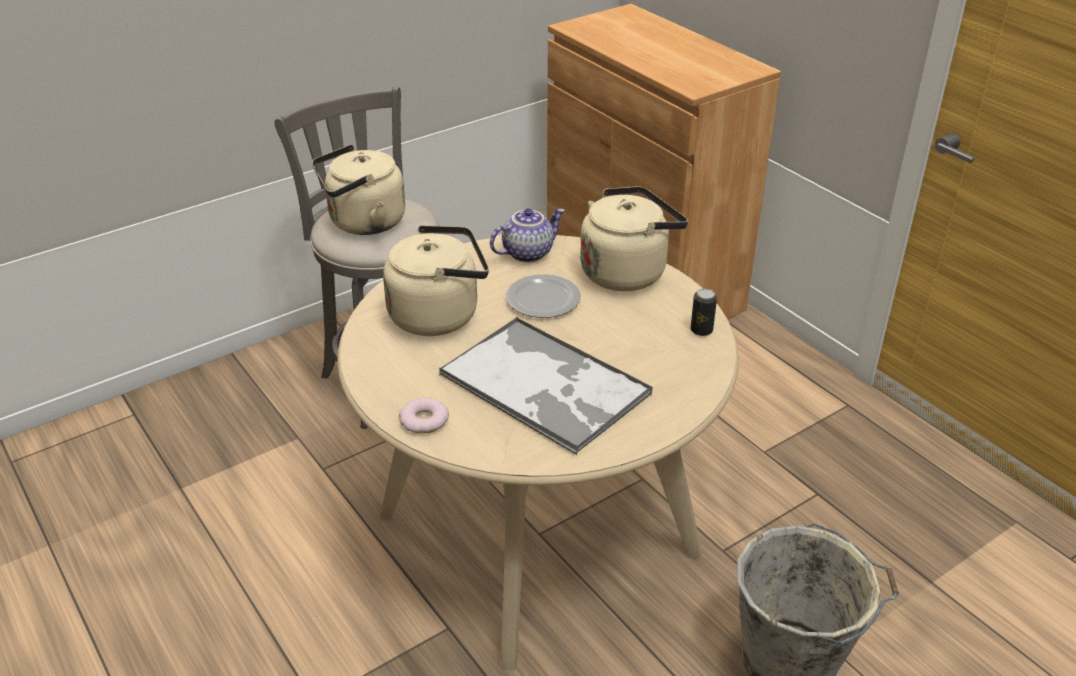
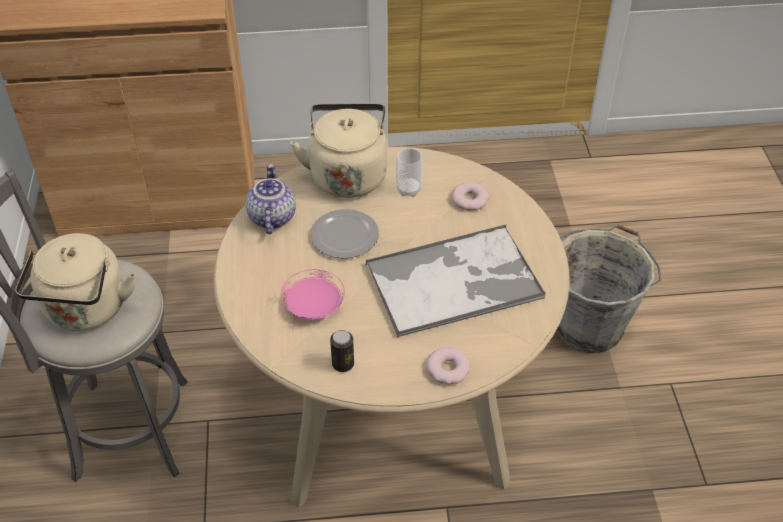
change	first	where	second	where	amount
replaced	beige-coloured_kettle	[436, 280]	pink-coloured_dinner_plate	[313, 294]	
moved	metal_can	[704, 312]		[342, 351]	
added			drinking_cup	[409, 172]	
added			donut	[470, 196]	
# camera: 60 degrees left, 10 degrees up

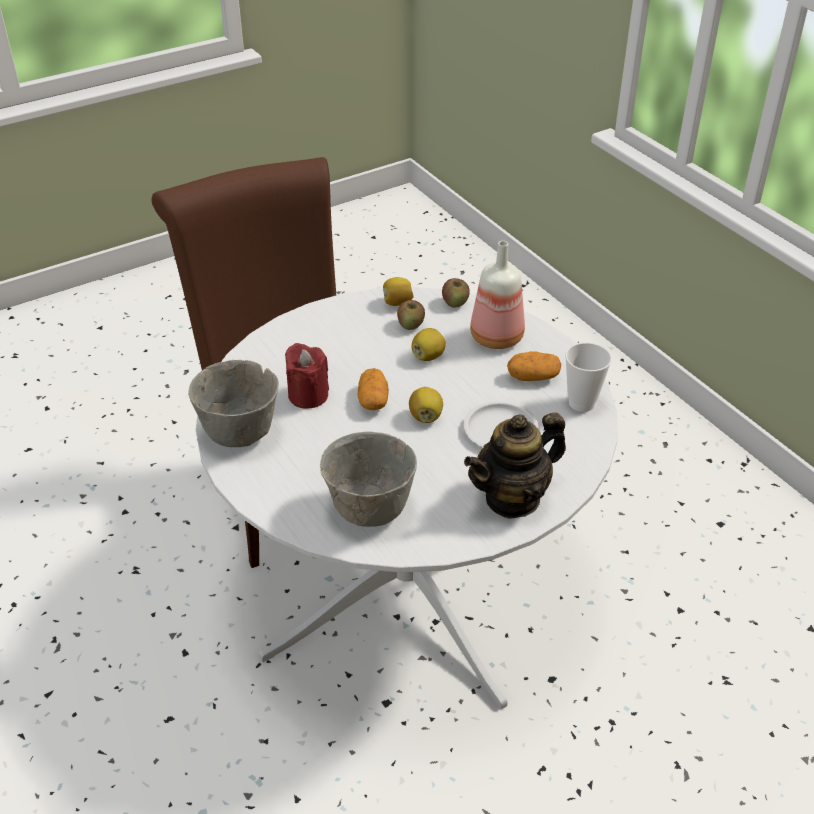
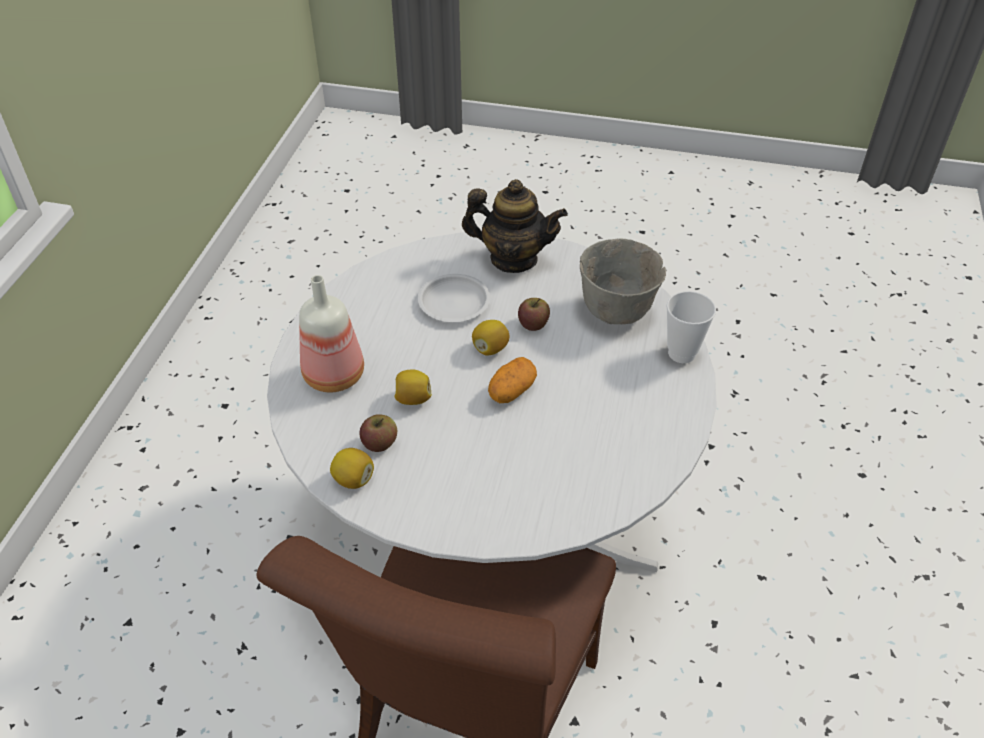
change	first	where	second	where	amount
removed	grey_serving_bowl	[233, 403]			
removed	red_wax_candle	[307, 376]			
moved	apple_fruit	[456, 293]		[534, 314]	
removed	potato	[534, 366]			
moved	drinking_cup	[588, 377]		[691, 327]	
# camera: 135 degrees left, 5 degrees up

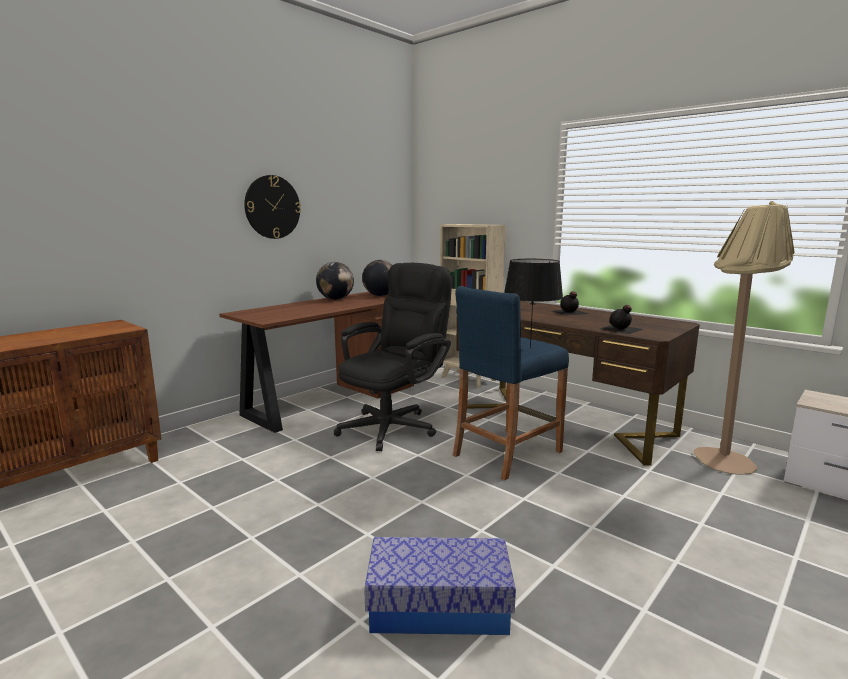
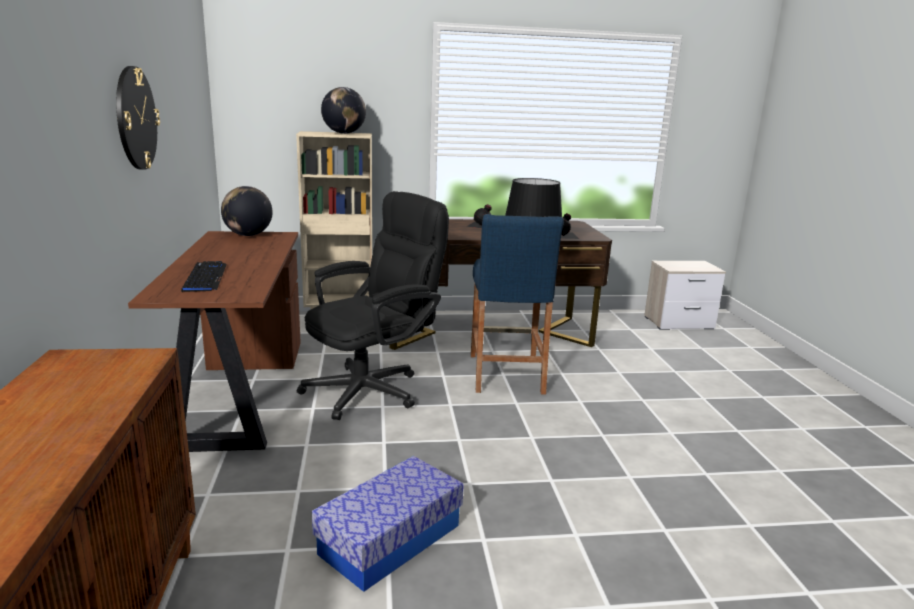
change	first	where	second	where	amount
moved	world_globe	[335, 281]		[343, 110]	
turned	black-coloured_computer_chair	[393, 357]		[373, 305]	60 degrees clockwise
moved	storage_box	[440, 586]		[388, 524]	
removed	beige-coloured_floor_lamp	[744, 338]			
added			computer_keyboard	[204, 276]	
# camera: 50 degrees left, 5 degrees up

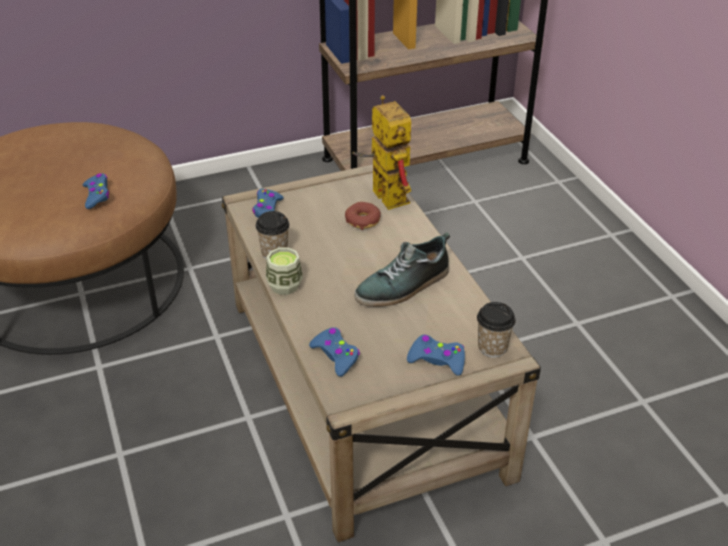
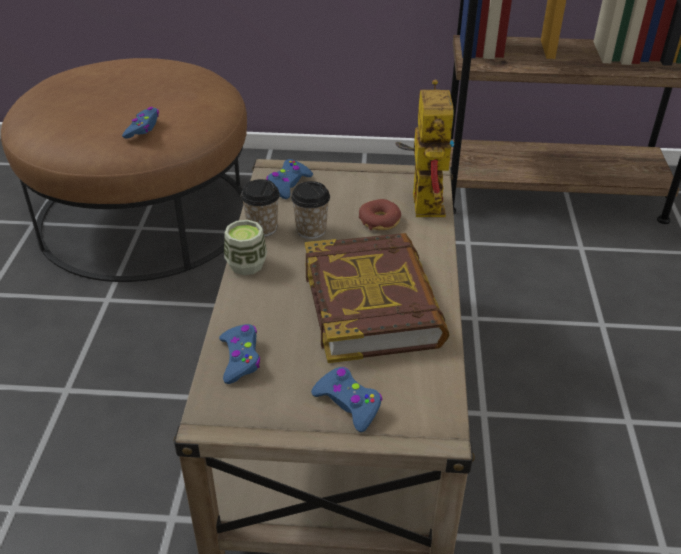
change	first	where	second	where	amount
replaced	item_of_footwear	[402, 269]	book	[377, 298]	
moved	drinking_cup	[496, 330]		[310, 210]	
# camera: 25 degrees right, 0 degrees up

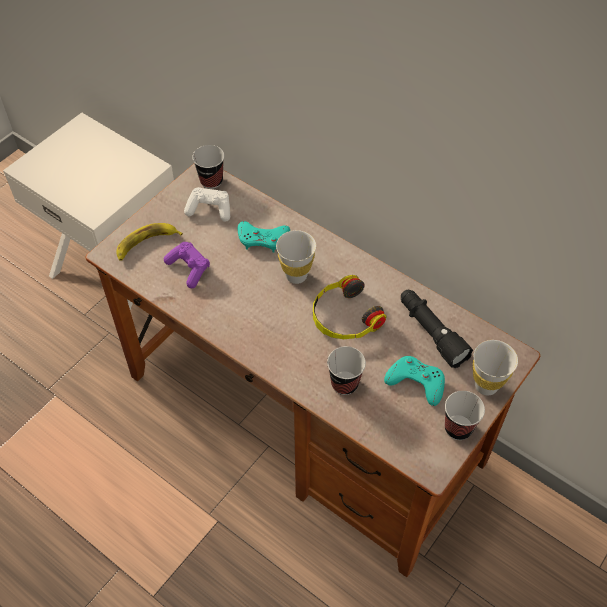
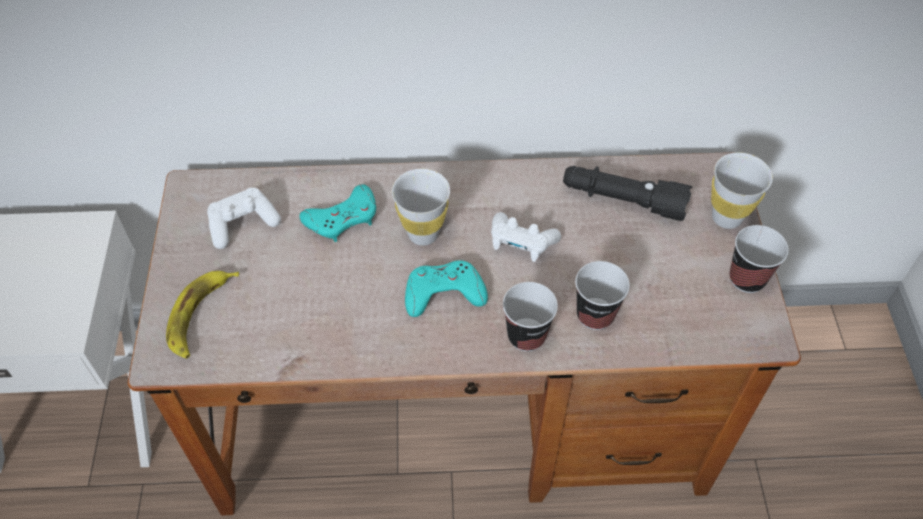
change	first	where	second	where	amount
removed	purple_joypad	[187, 265]			
moved	drinking_cup	[208, 167]		[530, 316]	
replaced	headphones	[349, 307]	white_joypad	[526, 237]	
moved	turquoise_joypad	[414, 381]		[446, 288]	
# camera: 40 degrees left, 0 degrees up

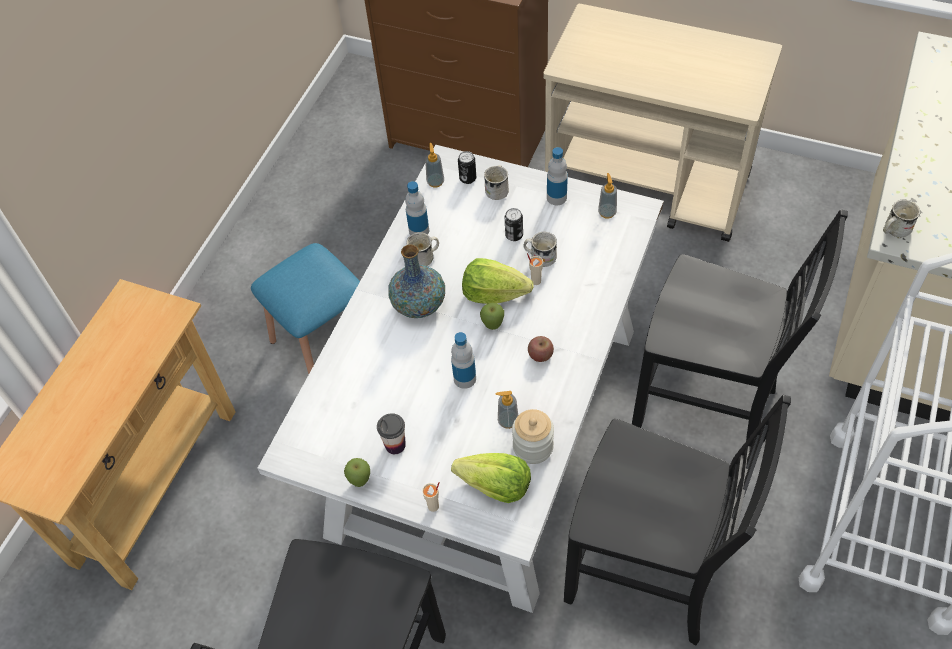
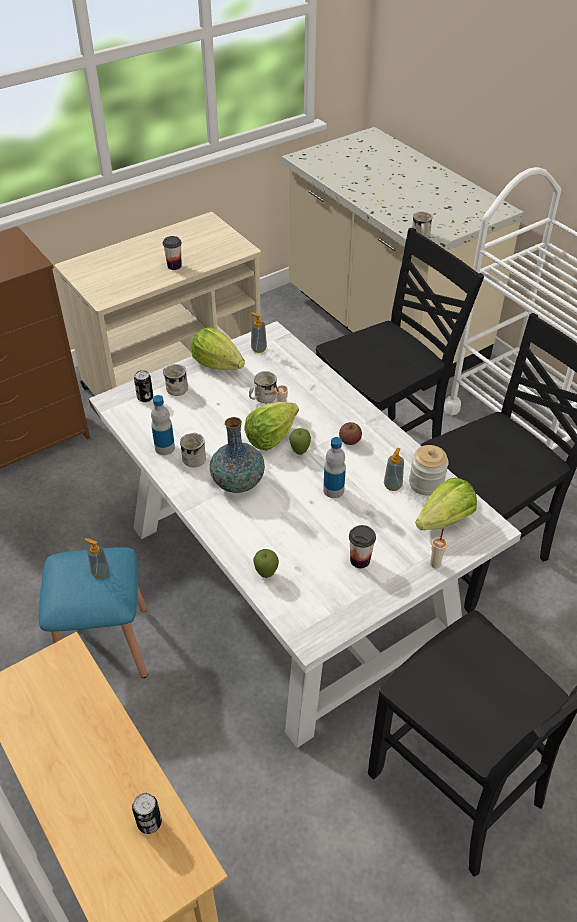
change	first	where	second	where	amount
moved	apple_fruit	[357, 472]		[266, 563]	
moved	liquid_soap_bottle	[434, 165]		[97, 558]	
moved	metal_can	[514, 224]		[147, 813]	
replaced	drink_bottle	[557, 176]	lettuce_head	[218, 348]	
added			drinking_cup	[172, 253]	
# camera: 60 degrees left, 10 degrees down

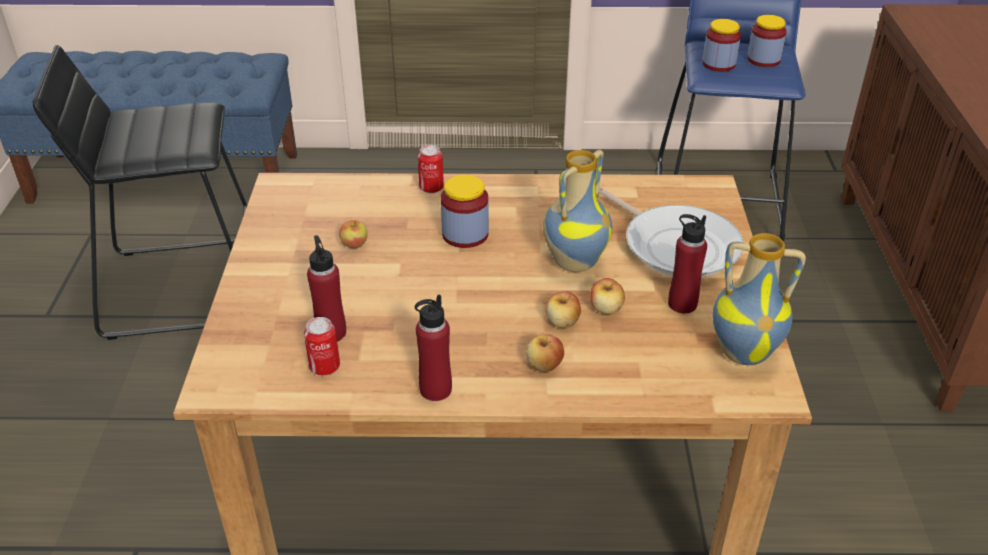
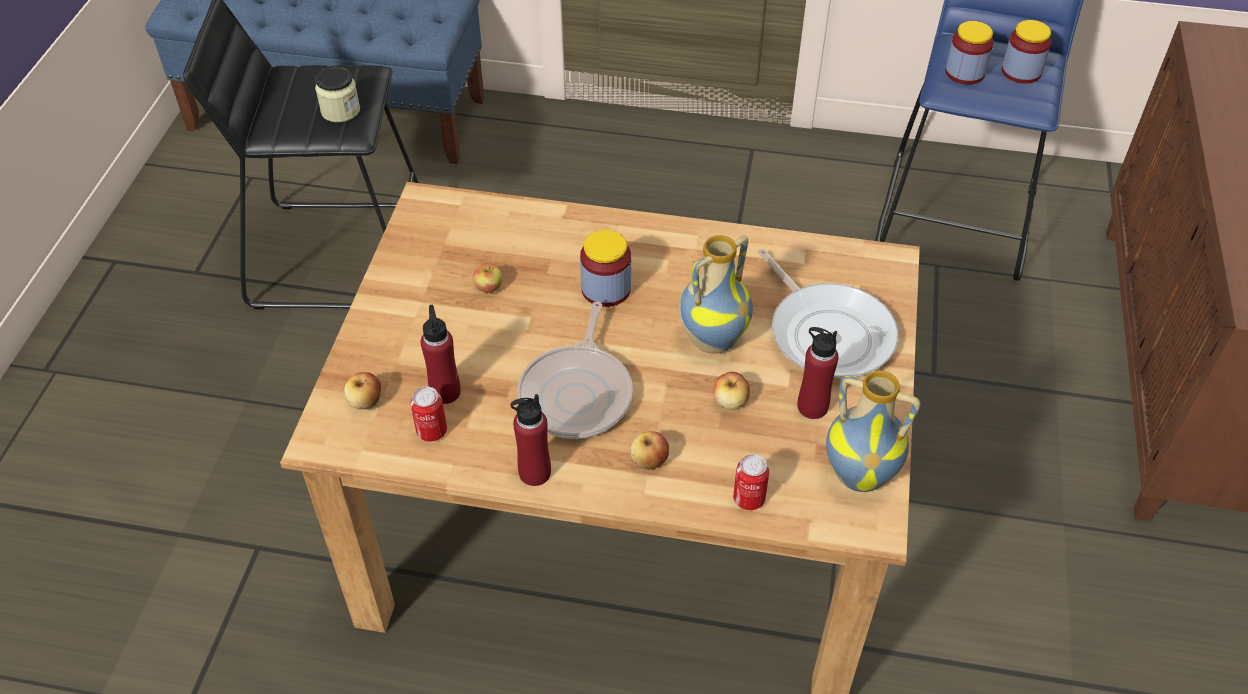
change	first	where	second	where	amount
moved	metal_can	[431, 169]		[751, 482]	
moved	apple_fruit	[563, 309]		[362, 391]	
added			jar	[337, 94]	
added			frying_pan	[575, 370]	
# camera: 10 degrees right, 10 degrees up

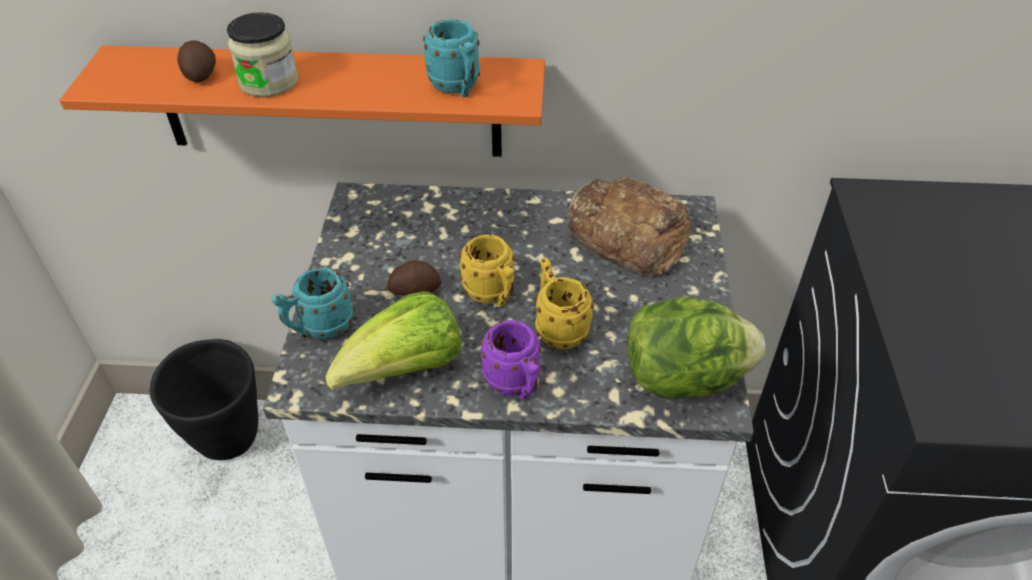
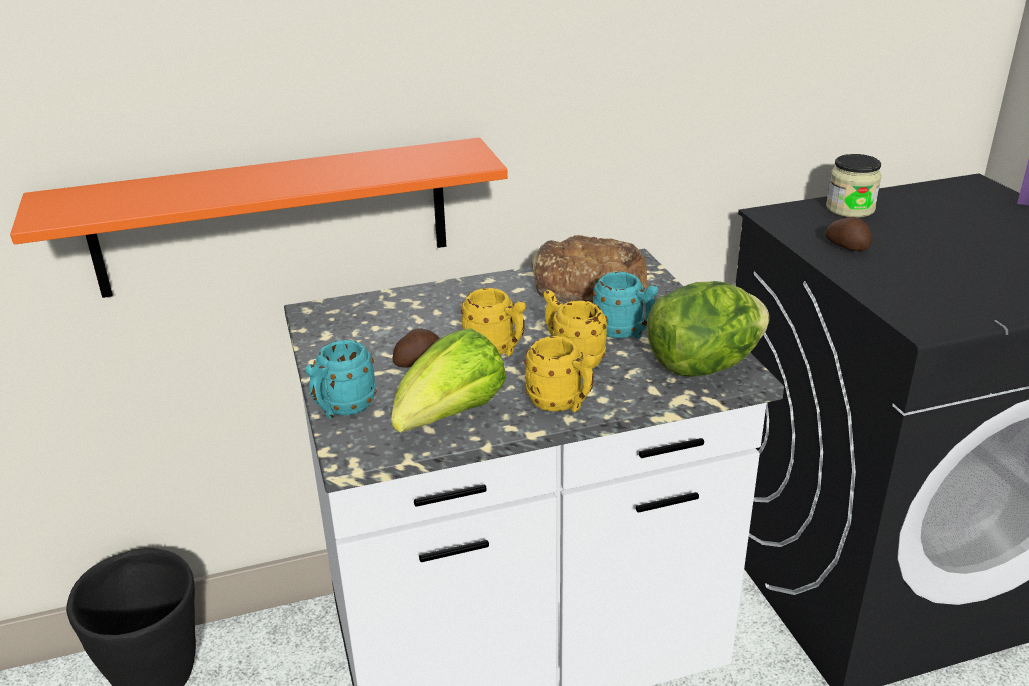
change	first	where	second	where	amount
moved	potato	[196, 61]		[848, 234]	
moved	jar	[262, 54]		[854, 186]	
moved	turquoise_tea_mug	[451, 58]		[625, 305]	
recoloured	purple_tea_mug	[510, 360]	yellow-coloured_tea_mug	[560, 374]	
# camera: 20 degrees left, 15 degrees down

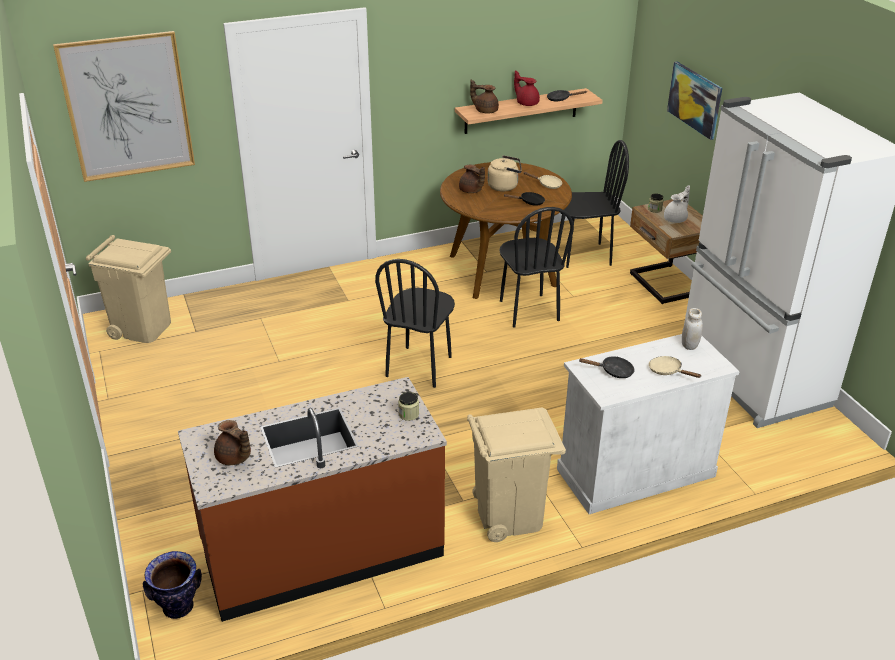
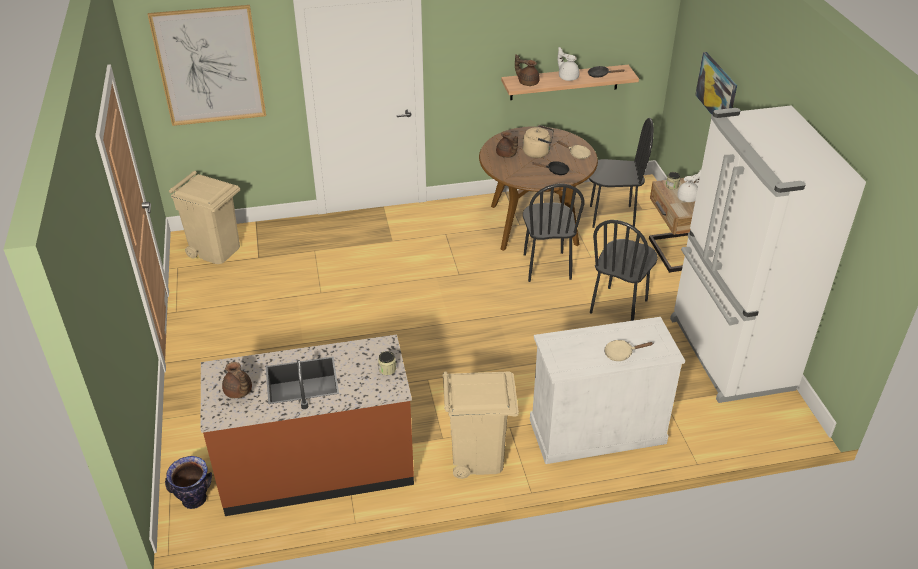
change	first	where	second	where	amount
moved	black-coloured_plain_chair	[415, 323]		[624, 270]	
recoloured	red_pot_for_tea	[527, 88]	white_pot_for_tea	[568, 64]	
removed	black-coloured_frying_pan	[606, 367]			
turned	beige-coloured_frying_pan	[675, 367]		[628, 350]	60 degrees counterclockwise
removed	white_jar	[692, 329]			
# camera: 10 degrees right, 5 degrees up

